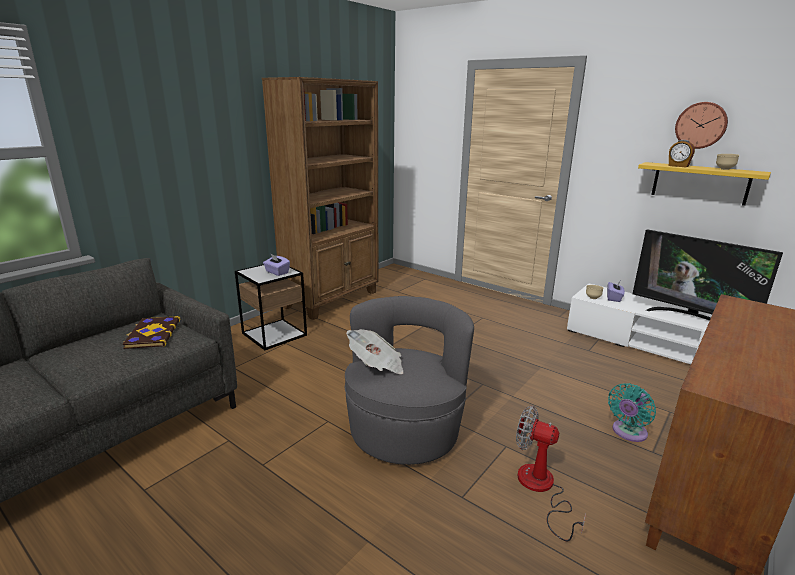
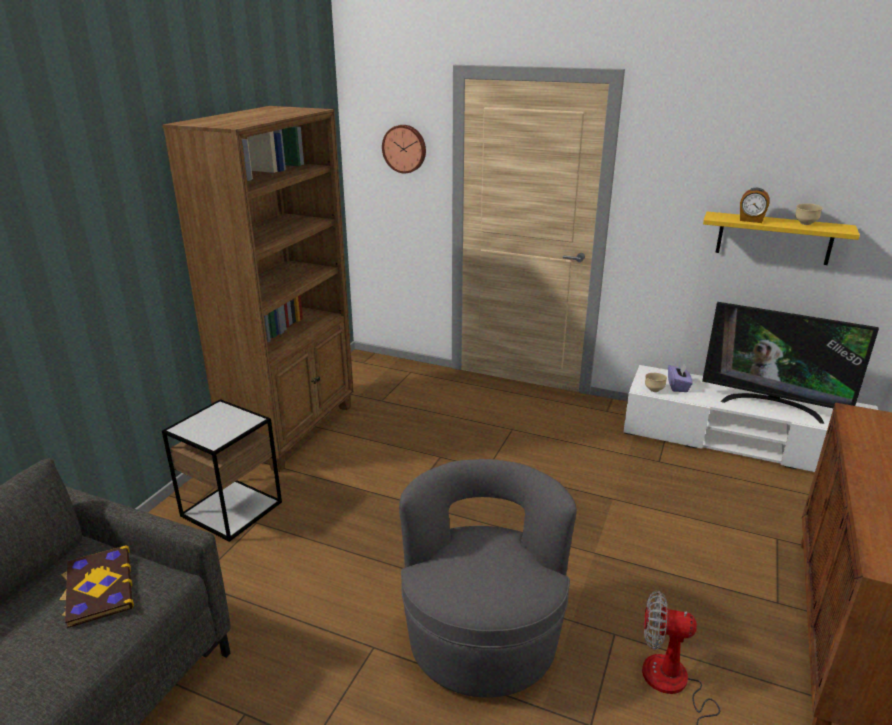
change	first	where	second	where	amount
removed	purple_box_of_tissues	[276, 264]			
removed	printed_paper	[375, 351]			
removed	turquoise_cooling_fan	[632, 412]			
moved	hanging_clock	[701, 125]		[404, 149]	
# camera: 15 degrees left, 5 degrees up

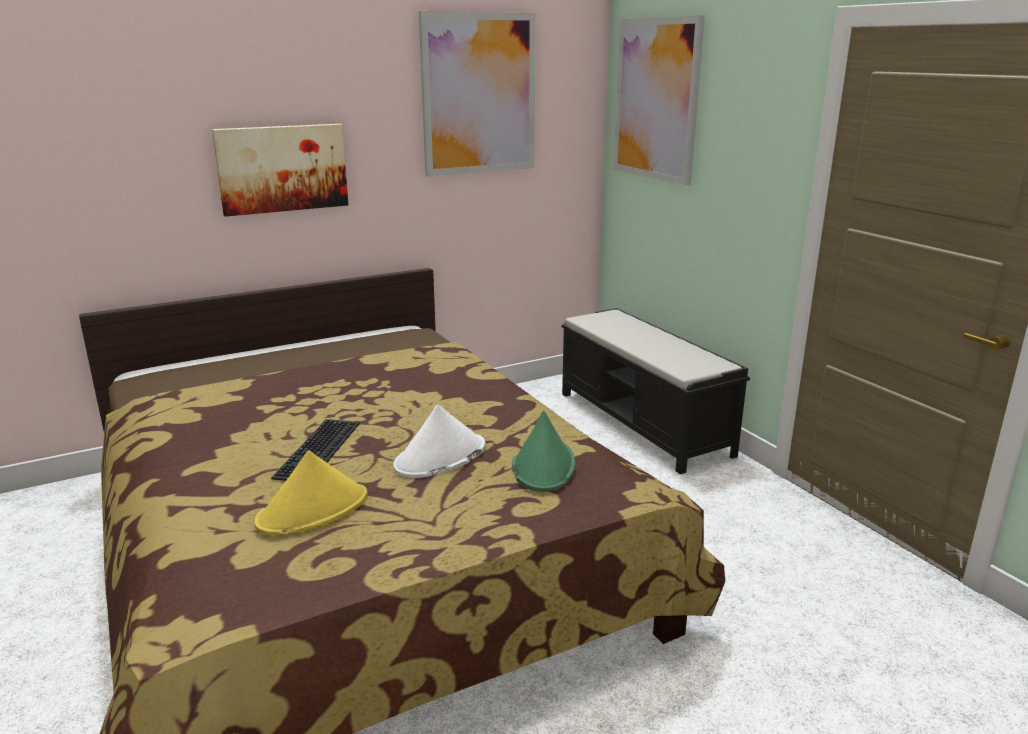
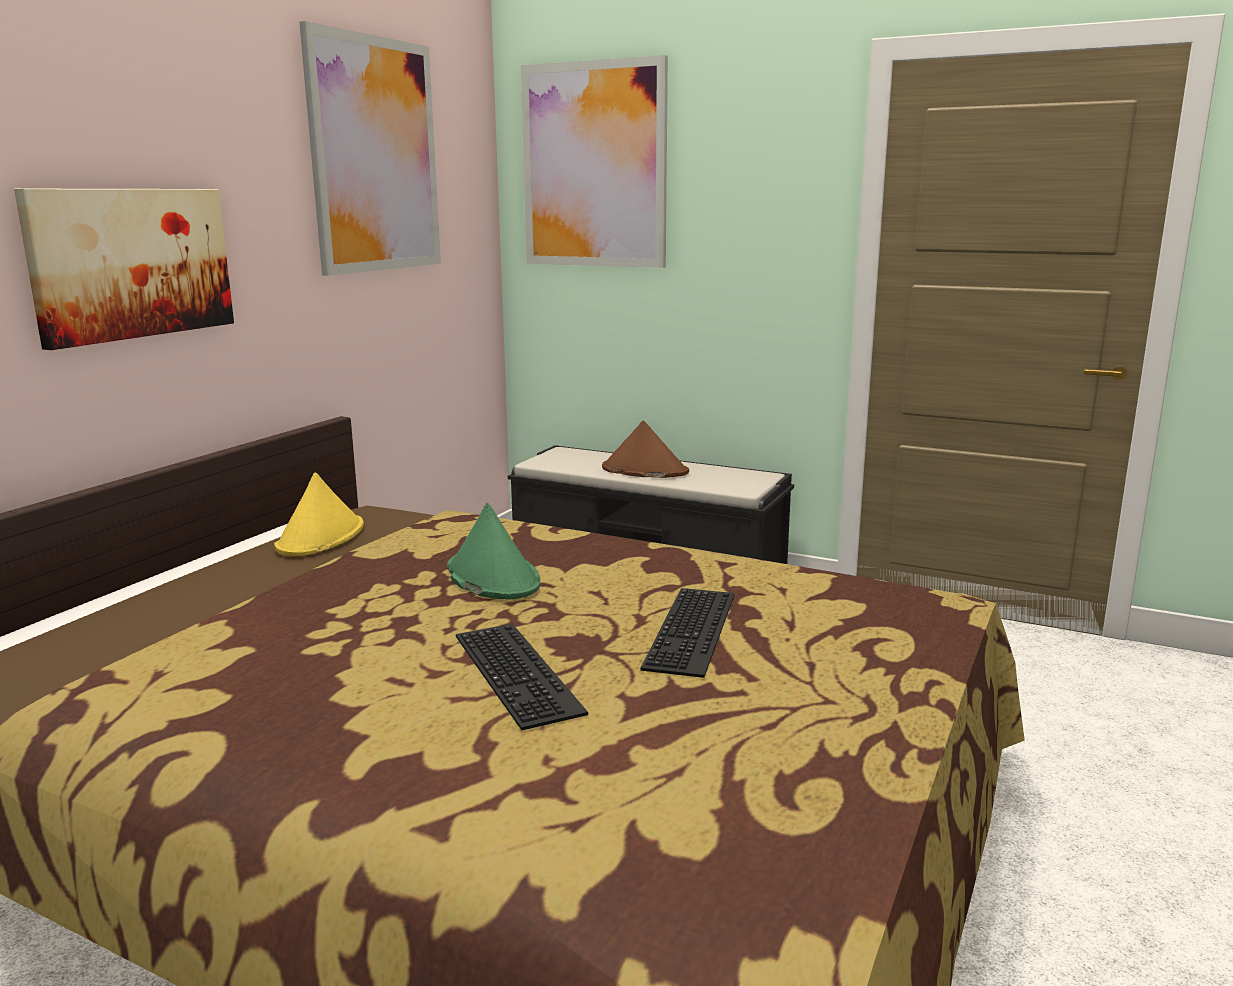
change	first	where	second	where	amount
moved	yellow-coloured_hat	[311, 492]		[319, 514]	
replaced	white_hat	[439, 441]	computer_keyboard	[687, 633]	
moved	green_hat	[543, 451]		[493, 551]	
added			brown-coloured_hat	[645, 449]	
# camera: 35 degrees left, 5 degrees down

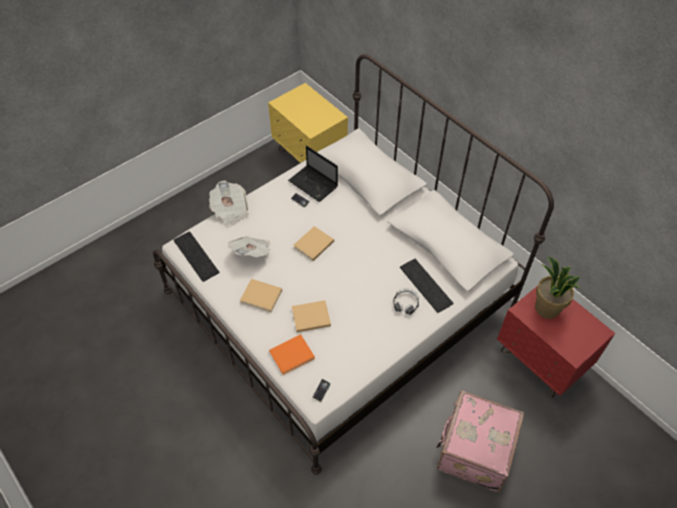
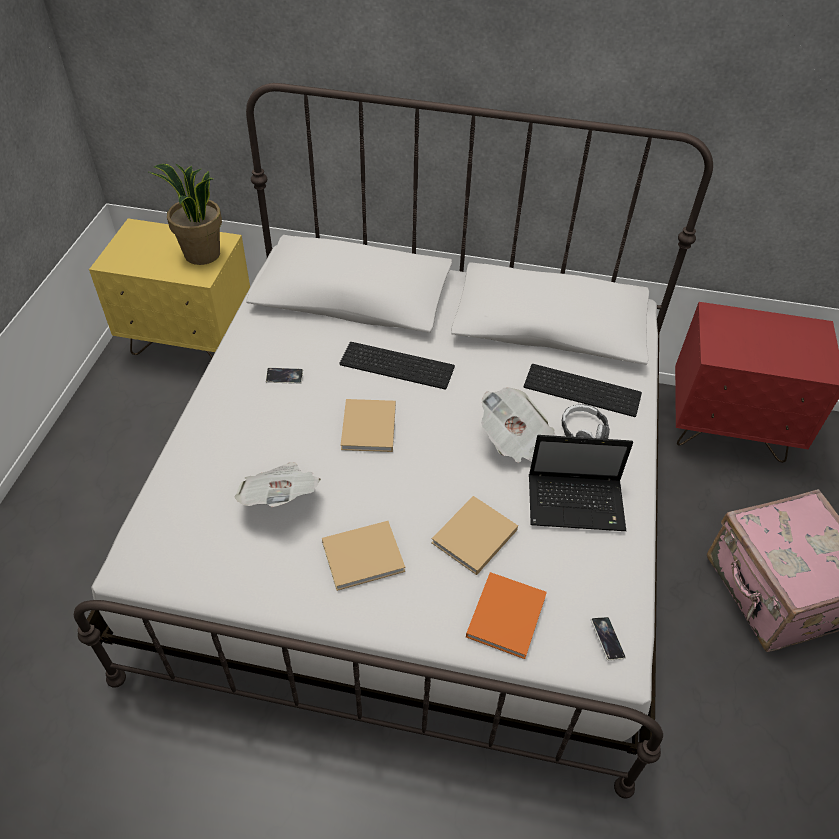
change	first	where	second	where	amount
moved	computer_keyboard	[196, 256]		[397, 365]	
moved	printed_paper	[229, 203]		[517, 425]	
moved	portable_computer	[313, 173]		[581, 483]	
moved	potted_plant	[557, 288]		[185, 214]	
# camera: 40 degrees left, 5 degrees down

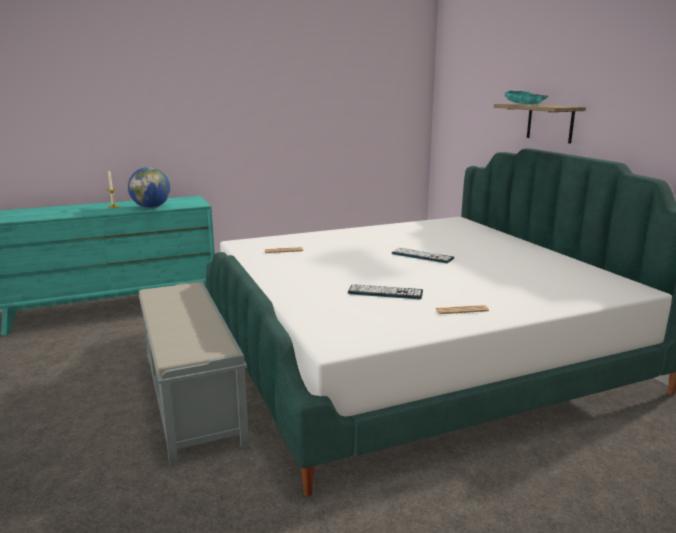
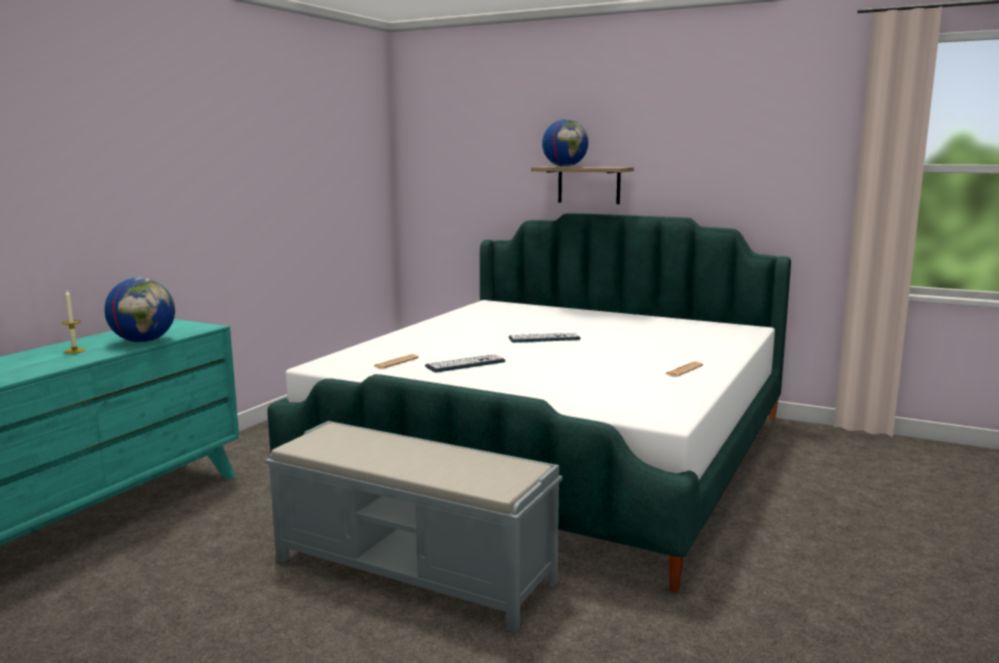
change	first	where	second	where	amount
moved	computer_keyboard	[385, 291]		[465, 364]	
replaced	turquoise_serving_bowl	[527, 98]	world_globe	[565, 143]	
# camera: 40 degrees left, 5 degrees down

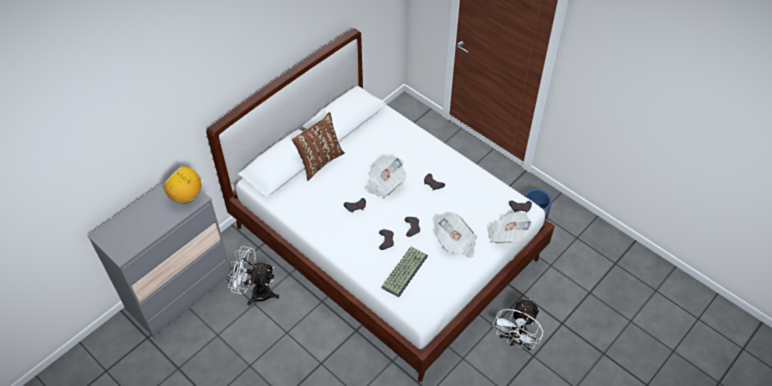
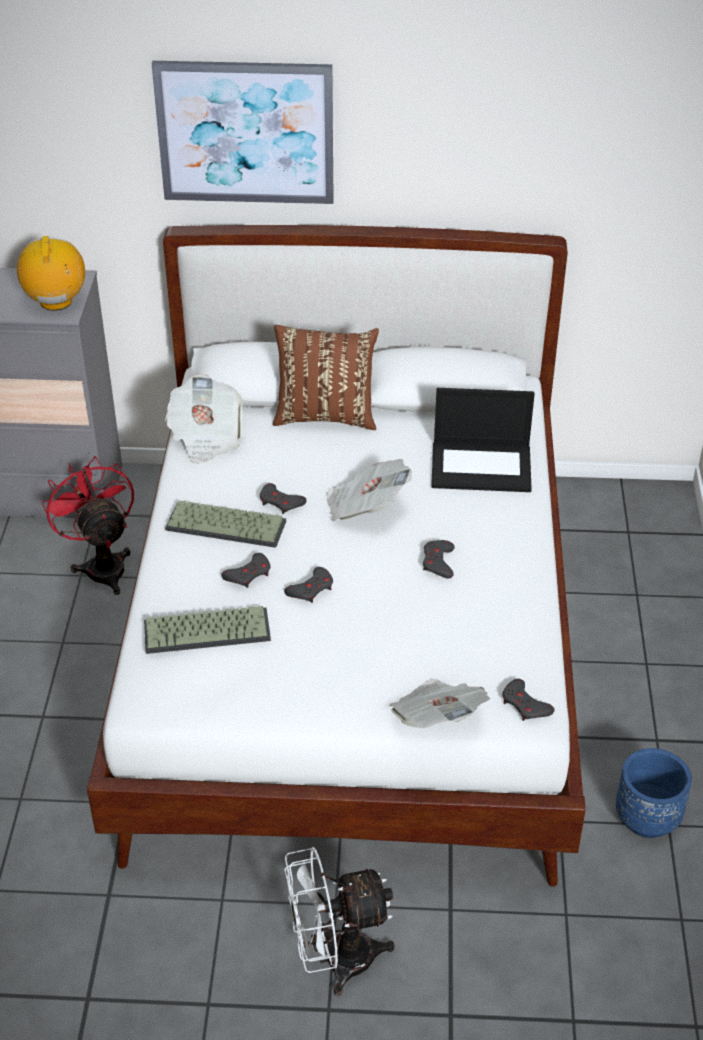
change	first	where	second	where	amount
recoloured	white_cooling_fan	[253, 276]	red_cooling_fan	[88, 525]	
moved	printed_paper	[457, 236]		[204, 419]	
added			picture	[243, 132]	
added			computer_keyboard	[225, 524]	
added			portable_computer	[483, 440]	
# camera: 50 degrees right, 10 degrees down

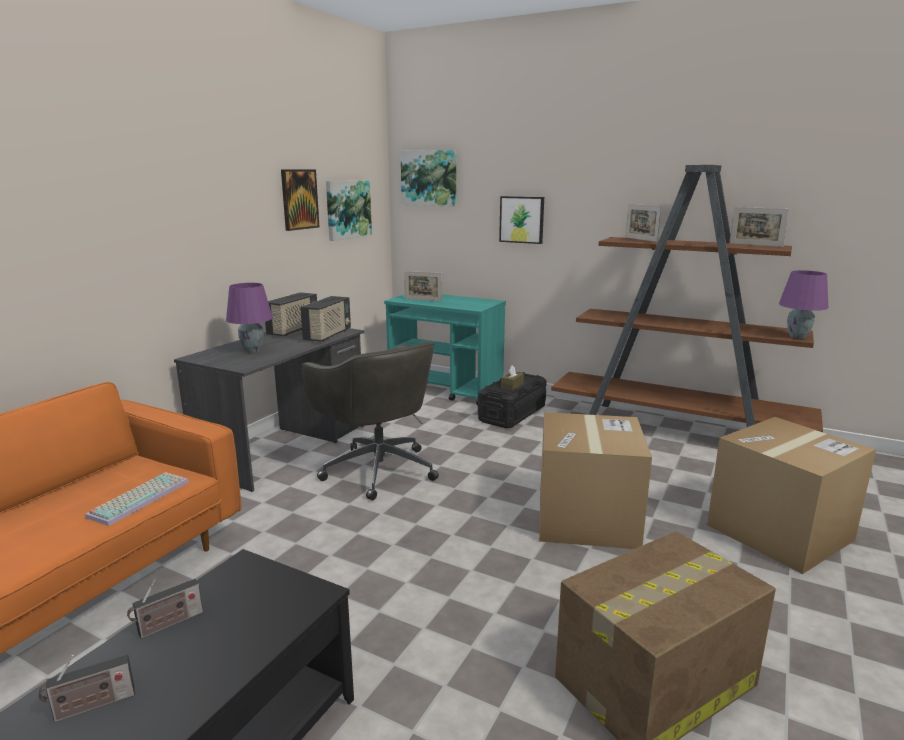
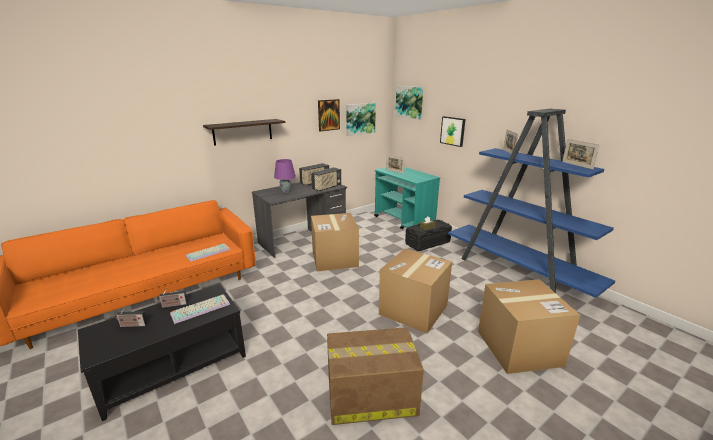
change	first	where	second	where	amount
replaced	grey_computer_chair	[370, 420]	packing_box	[335, 242]	
recoloured	brown-coloured_shelving_unit	[687, 298]	blue-coloured_shelving_unit	[531, 203]	
removed	purple_lamp_for_a_table	[803, 304]			
added			computer_keyboard	[200, 309]	
added			bracket_shelf	[244, 132]	
# camera: 25 degrees right, 5 degrees up

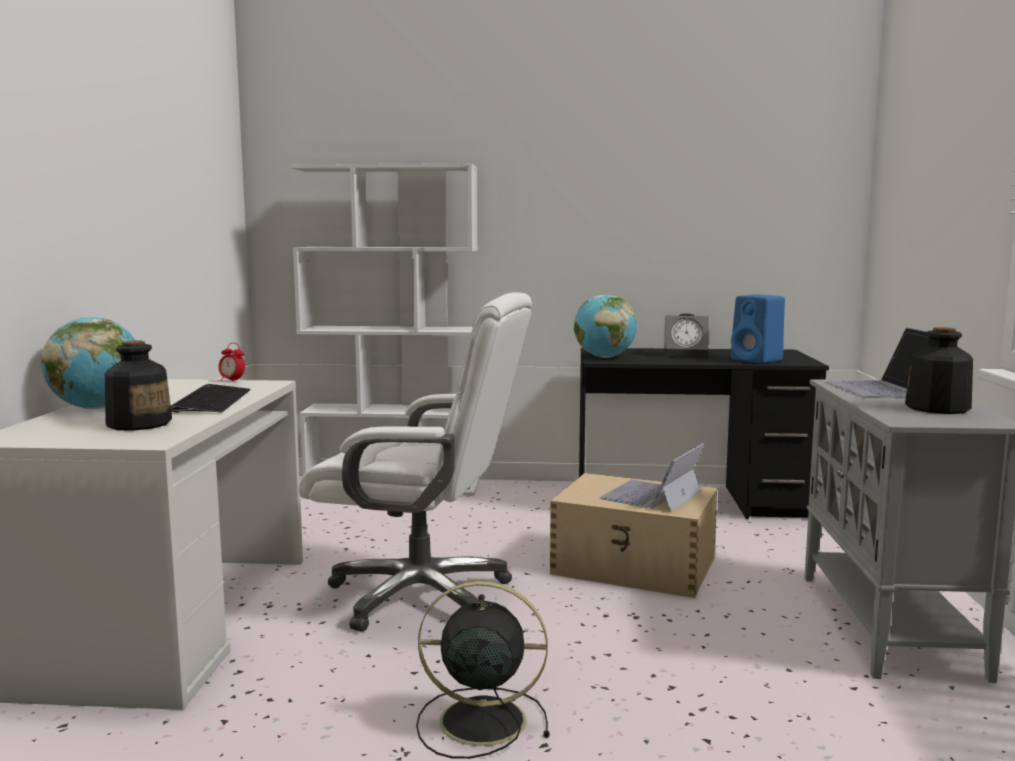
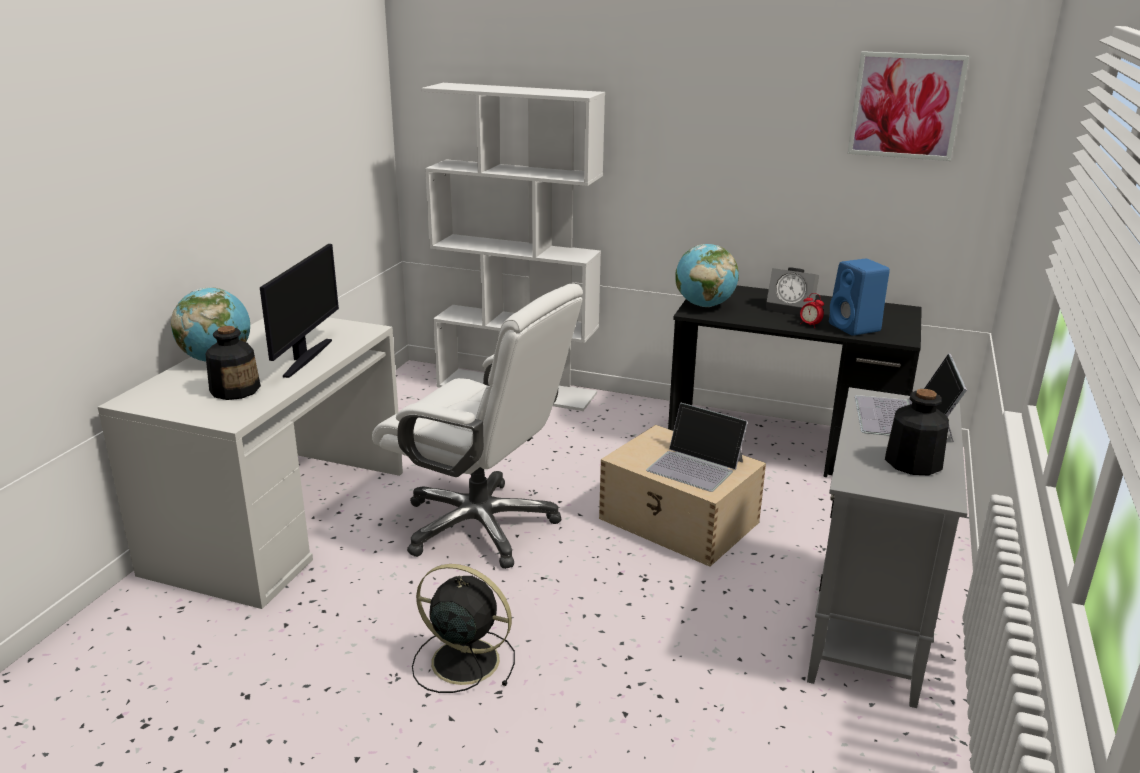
change	first	where	second	where	amount
replaced	computer_keyboard	[210, 398]	computer_display	[299, 311]	
moved	alarm_clock	[232, 363]		[812, 310]	
turned	portable_computer	[652, 477]		[697, 447]	105 degrees counterclockwise
added			picture	[908, 106]	
# camera: 15 degrees right, 15 degrees up

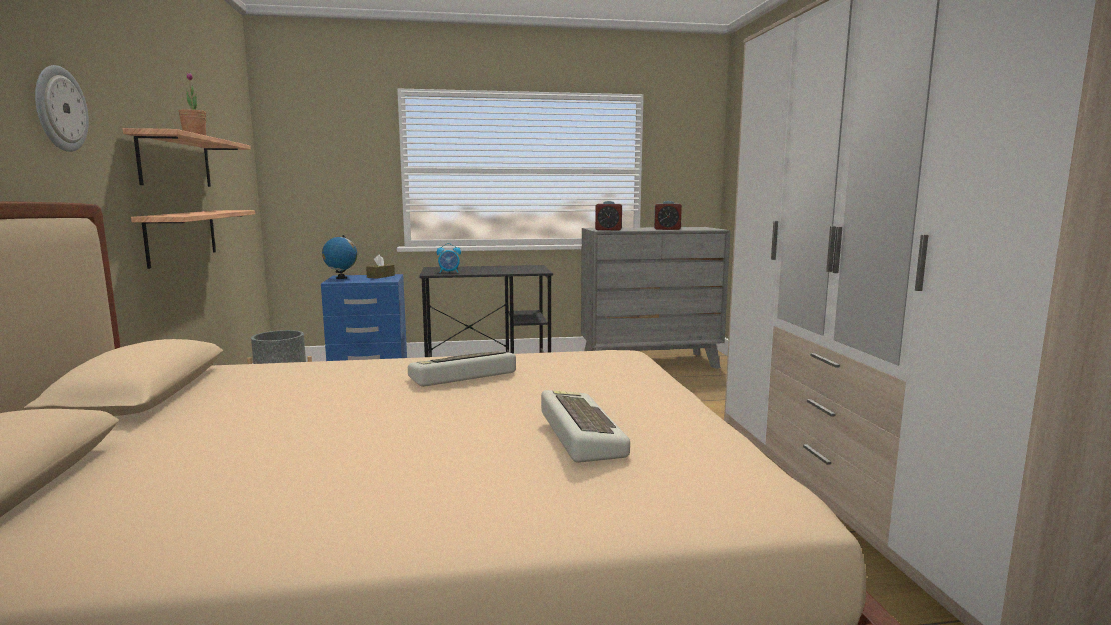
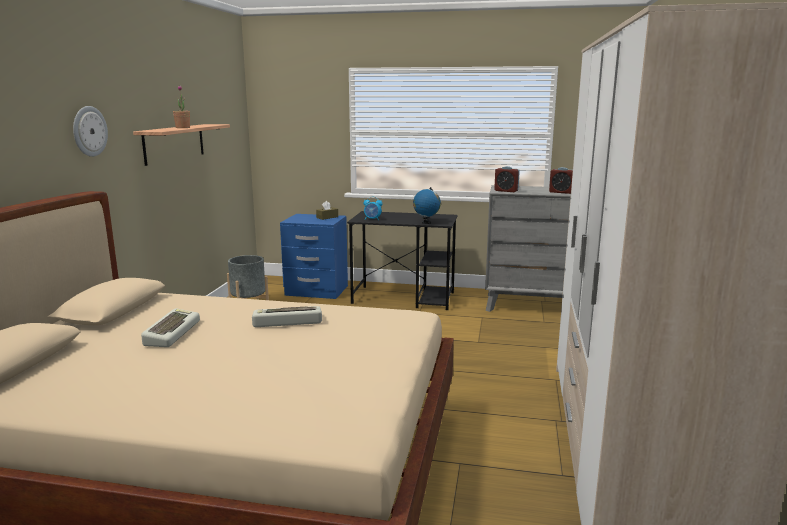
change	first	where	second	where	amount
removed	bracket_shelf	[193, 239]			
moved	world_globe	[339, 257]		[427, 205]	
moved	computer_keyboard	[585, 426]		[170, 327]	
# camera: 20 degrees right, 5 degrees up

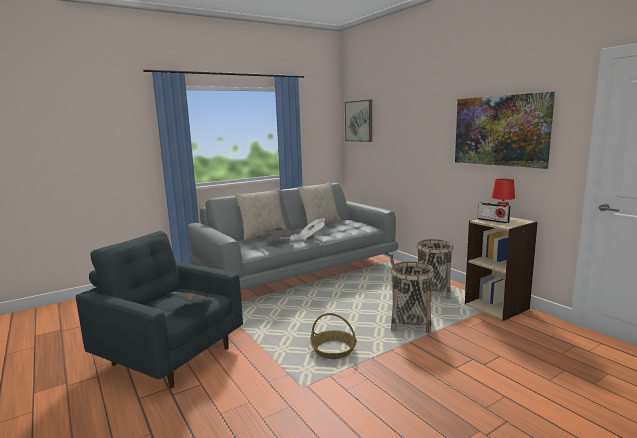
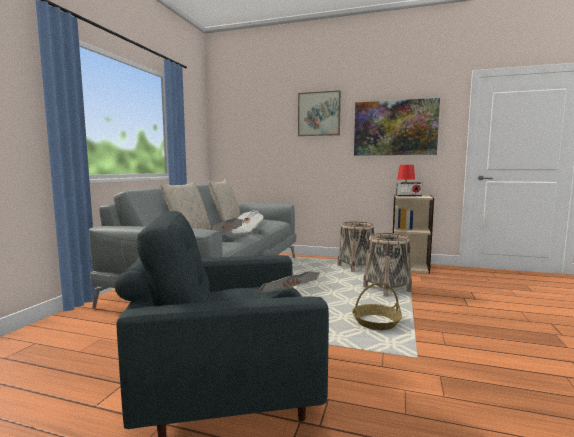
change	first	where	second	where	amount
moved	picture	[358, 121]		[319, 113]	
# camera: 40 degrees left, 5 degrees down

